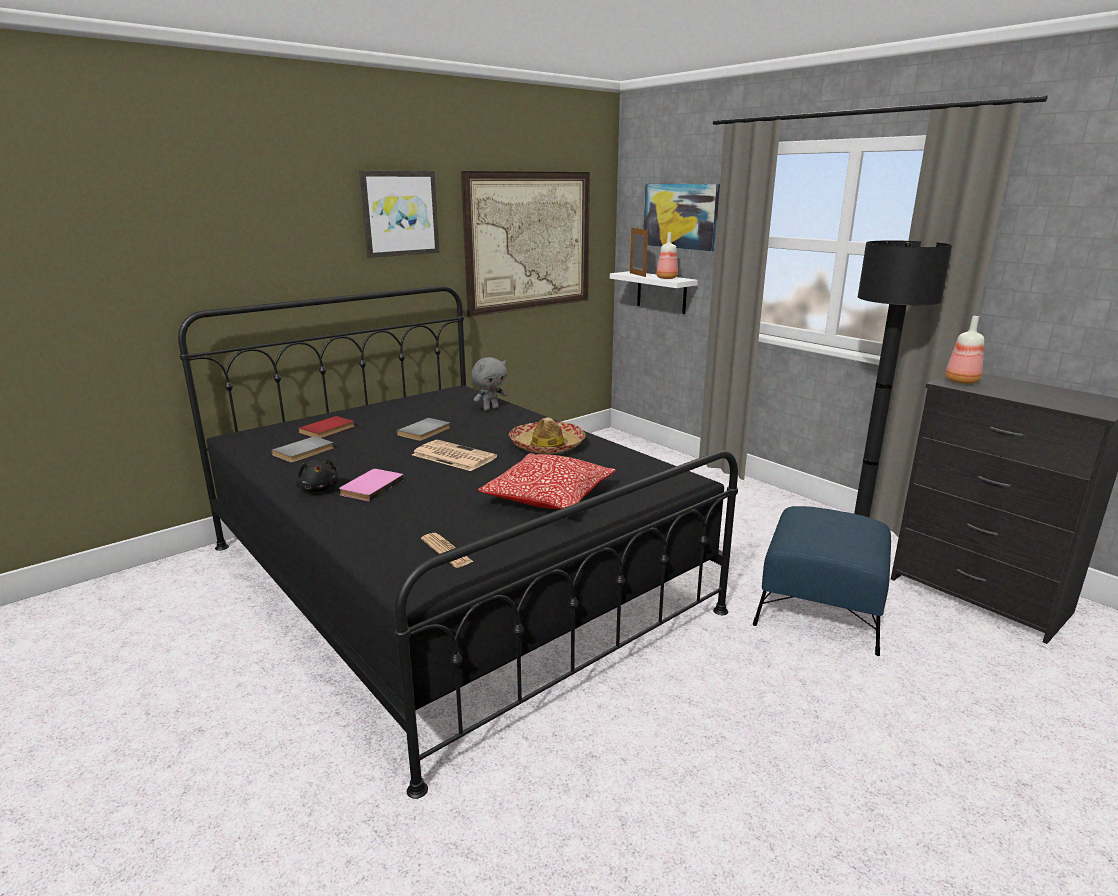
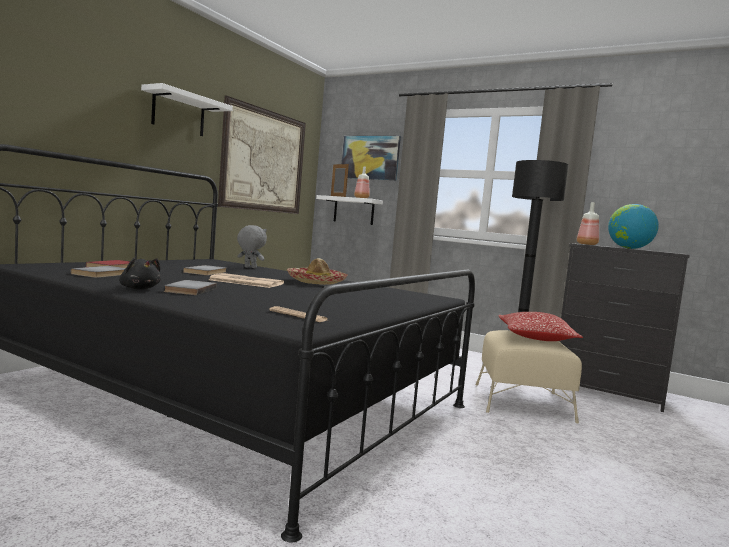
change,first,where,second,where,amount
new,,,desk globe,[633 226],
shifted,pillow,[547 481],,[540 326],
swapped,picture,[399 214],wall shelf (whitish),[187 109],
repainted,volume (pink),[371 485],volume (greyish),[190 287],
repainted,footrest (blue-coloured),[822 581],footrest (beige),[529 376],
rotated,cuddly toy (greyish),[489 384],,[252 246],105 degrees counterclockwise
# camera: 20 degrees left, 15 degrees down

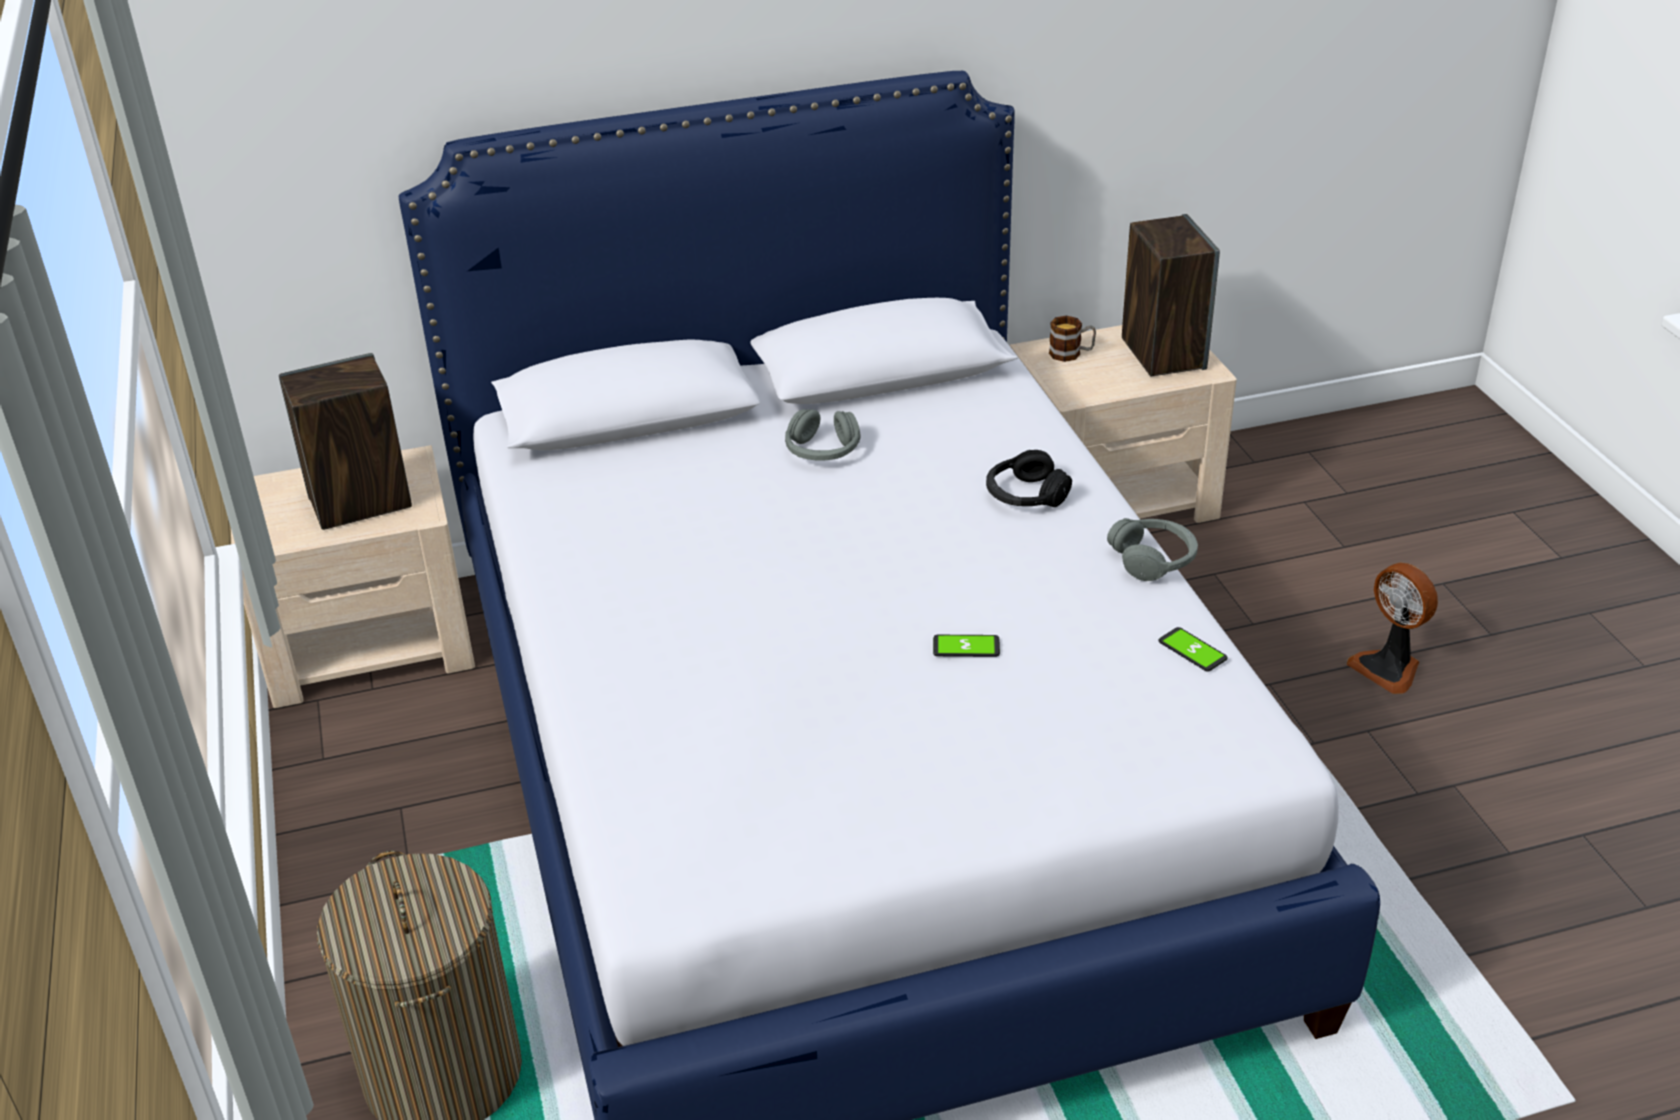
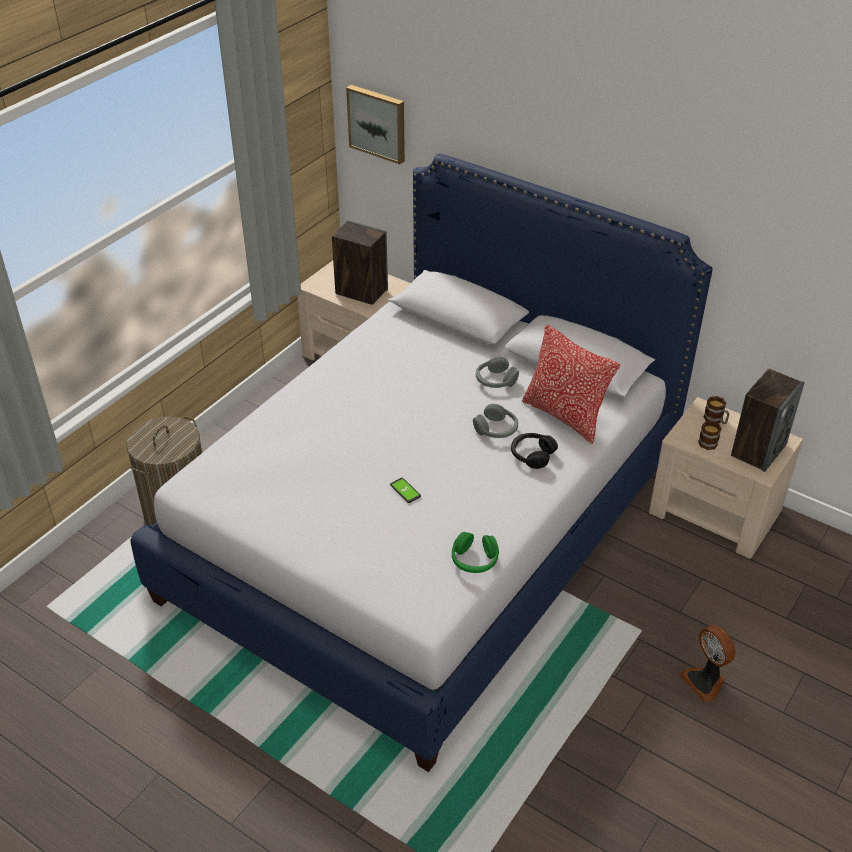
change,first,where,second,where,amount
new,,,picture,[375 124],
new,,,pillow,[571 384],
new,,,tea mug,[709 434],
shifted,headphones (greyish),[1152 549],,[495 421],
swapped,handset,[1193 649],headphones (greenish),[475 552],
rotated,cooling fan,[1392 628],,[707 663],45 degrees counterclockwise
# camera: 50 degrees right, 5 degrees up

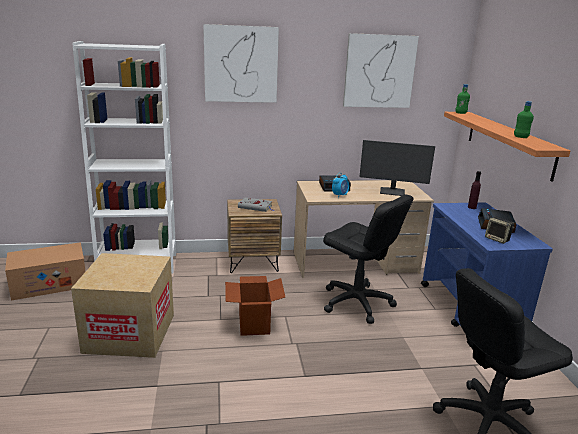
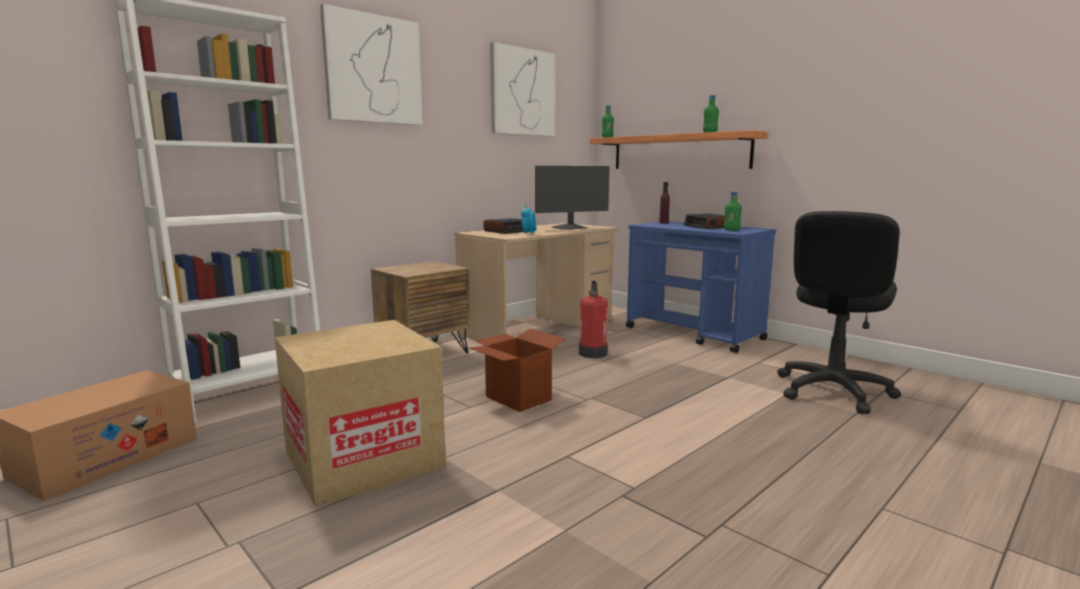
change,first,where,second,where,amount
gone,volume (greyish),[256 204],,,
swapped,desk chair (black),[368 259],fire-fighting cylinder,[593 319],
swapped,speaker,[499 230],beverage bottle (greenish),[733 211],
# camera: 35 degrees left, 10 degrees down

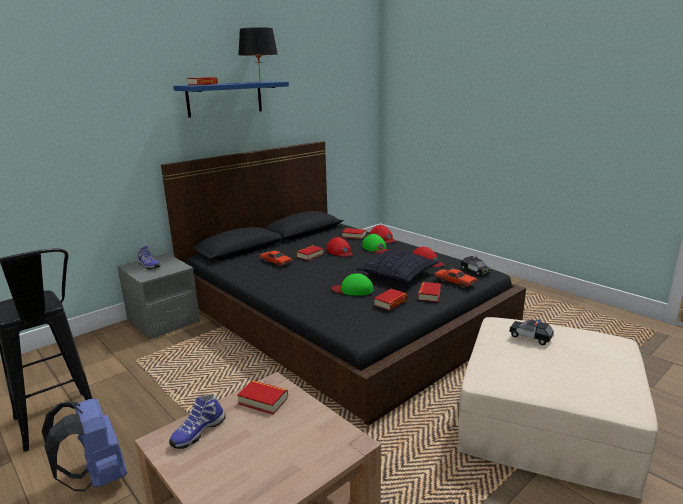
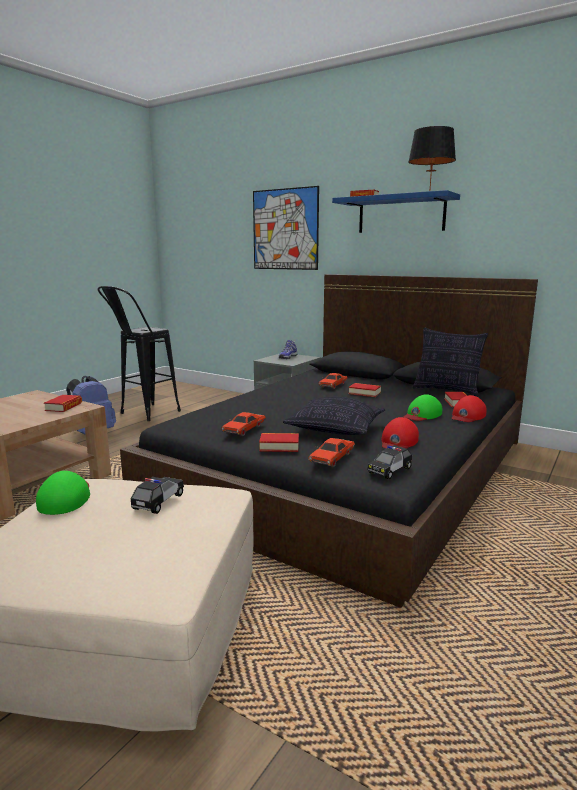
change,first,where,second,where,amount
gone,shoe,[197 421],,,
gone,cap (red-coloured),[340 247],,,
new,,,picture,[286 228],
new,,,pillow,[450 362],
shifted,cap (greenish),[352 284],,[63 493],
swapped,volume,[391 300],miniature car (red-coloured),[243 424],
# camera: 75 degrees right, 5 degrees down

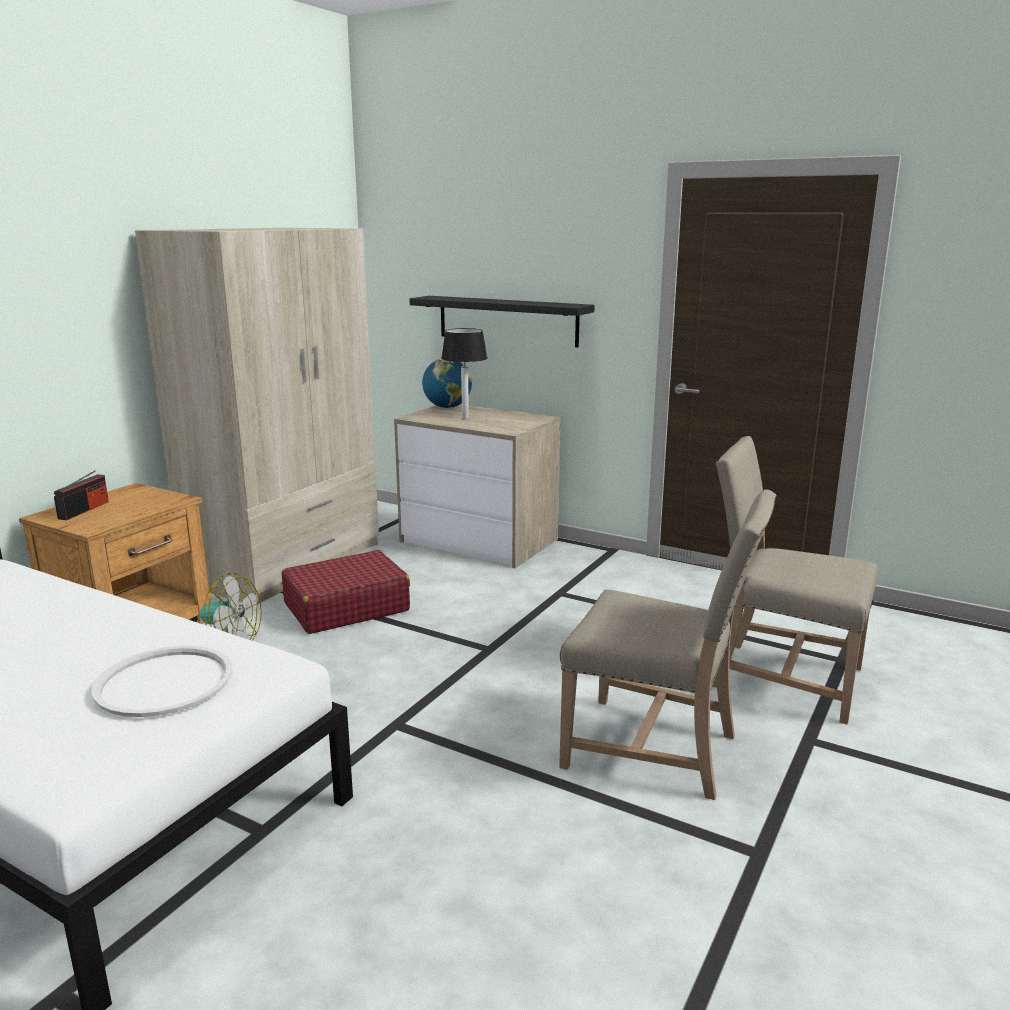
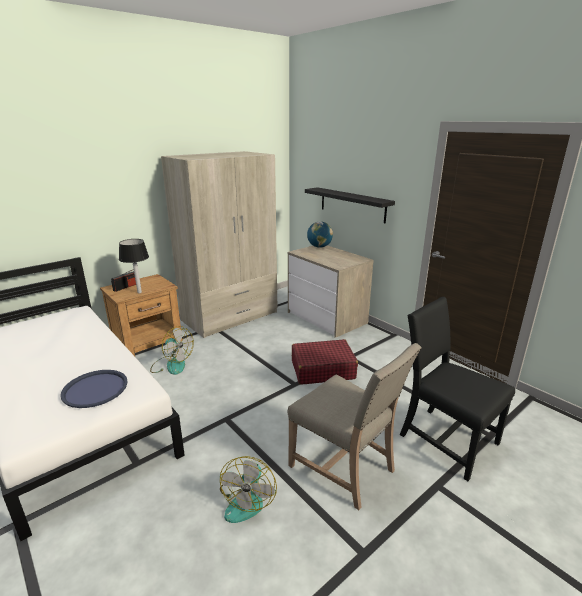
change,first,where,second,where,amount
new,,,cooling fan,[248 489],
shifted,suitcase (red-coloured),[346 592],,[325 362],
shifted,tabletop lamp,[464 373],,[134 266],
repainted,serving tray (whitish),[161 681],serving tray (blue-coloured),[94 389],
repainted,upright chair (beige),[795 580],upright chair (black),[457 389],
# camera: 20 degrees right, 5 degrees up

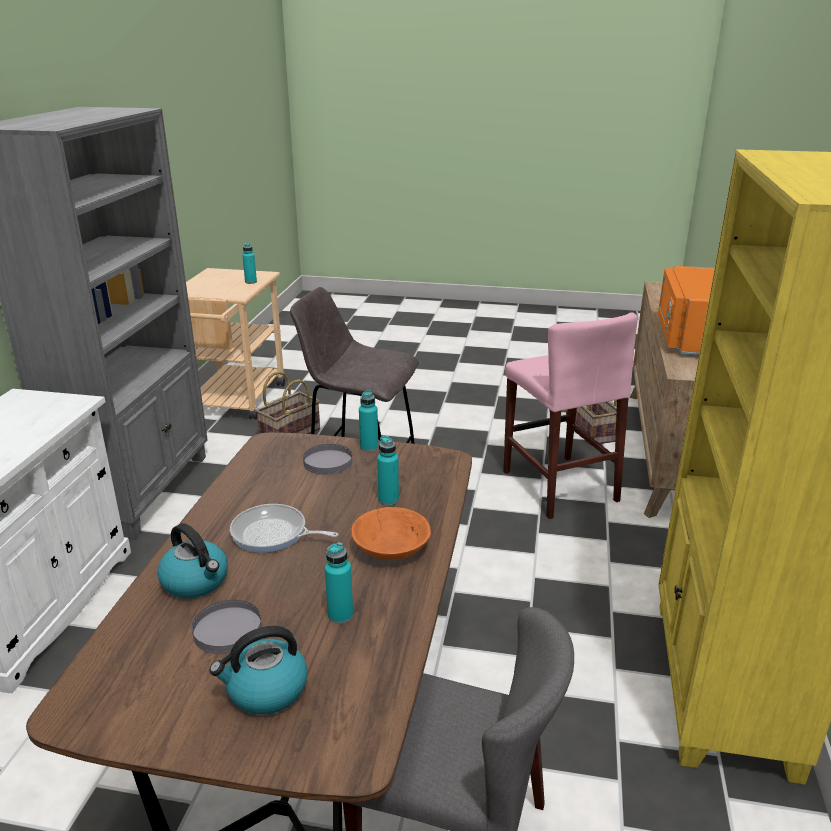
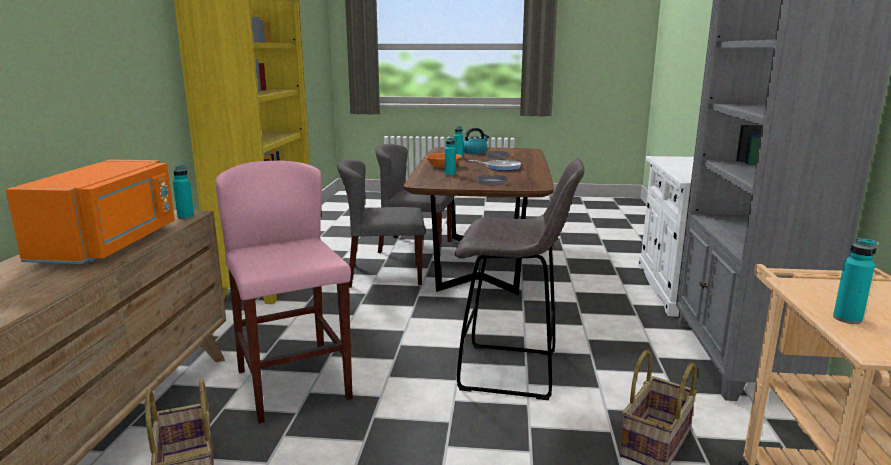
change,first,where,second,where,amount
gone,tea kettle,[192 560],,,
new,,,upright chair (greyish),[381 224],
shifted,beverage bottle (turquoise-coloured),[368 421],,[183 192],
# camera: 175 degrees right, 10 degrees down

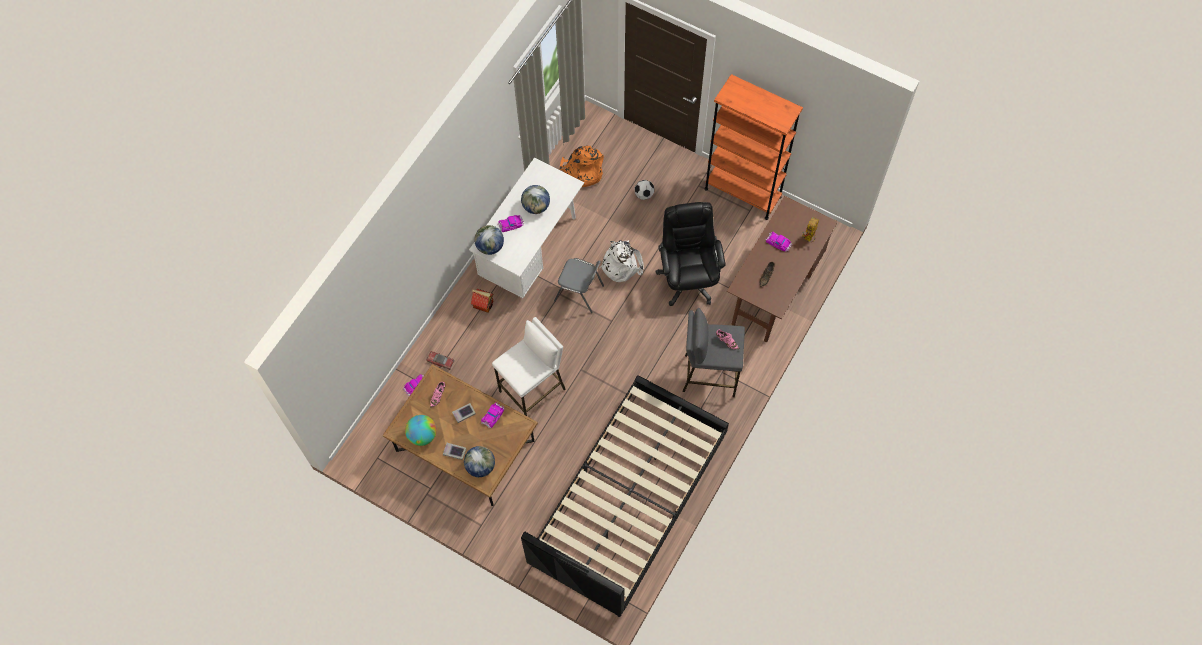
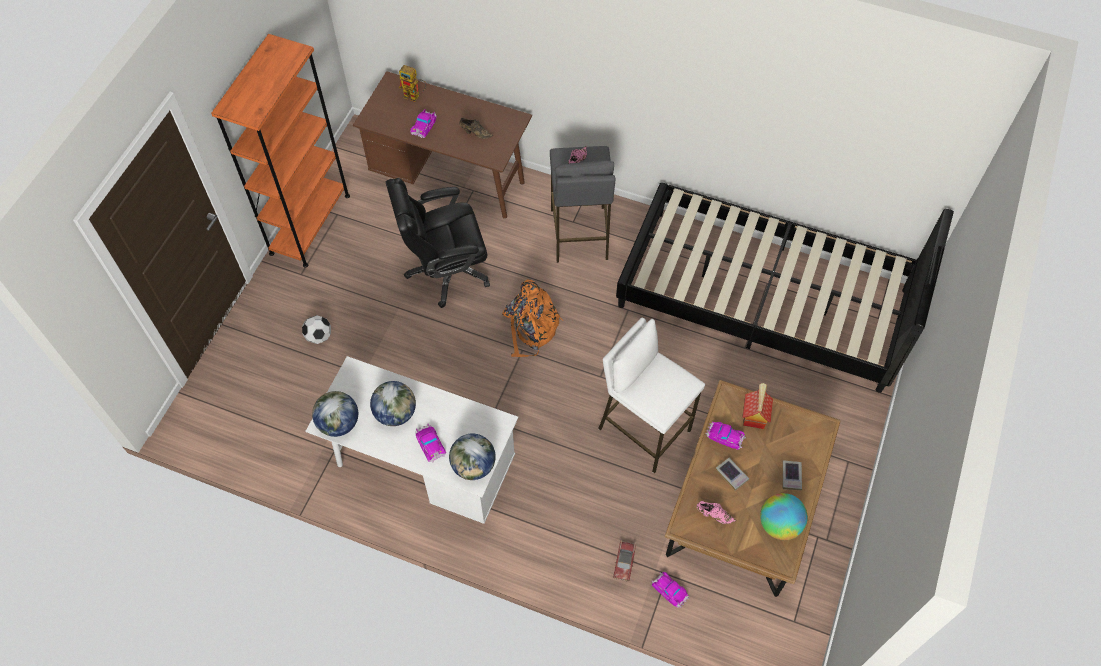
change,first,where,second,where,amount
gone,upright chair (greyish),[579 285],,,
gone,knapsack (whitish),[621 261],,,
shifted,desk globe,[479 461],,[335 414],
shifted,model house,[482 301],,[757 406],
shifted,knapsack (orange),[582 166],,[532 318],
# camera: 100 degrees left, 5 degrees down

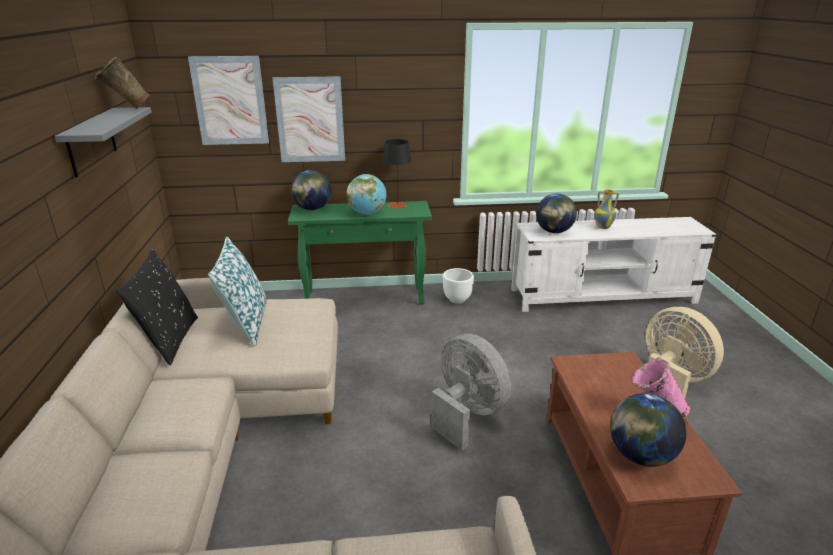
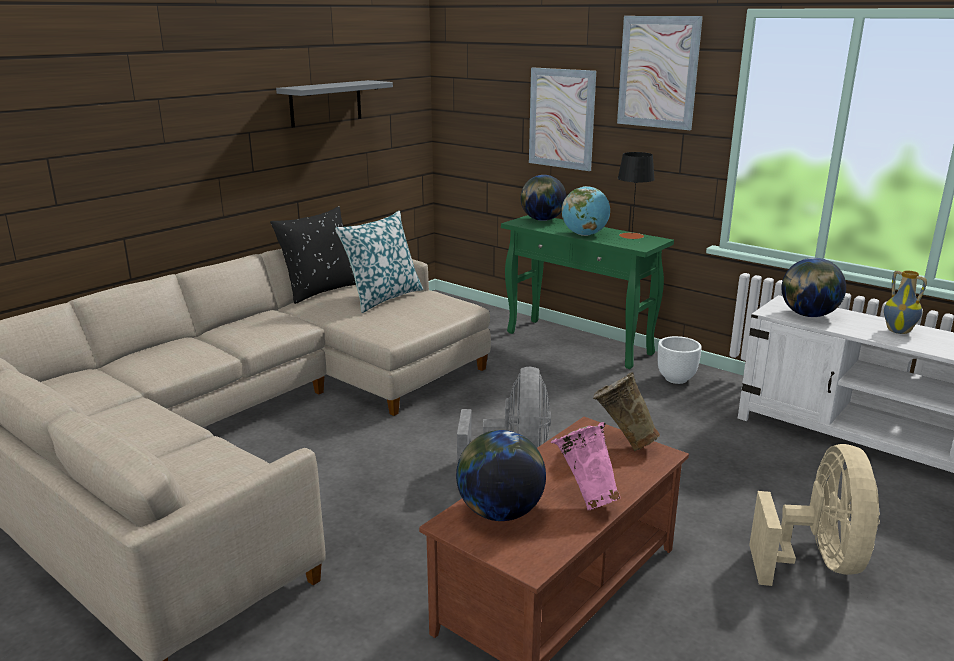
change,first,where,second,where,amount
shifted,vase (beige),[123 83],,[626 411],
shifted,picture,[228 100],,[660 73],
# camera: 45 degrees right, 5 degrees down

